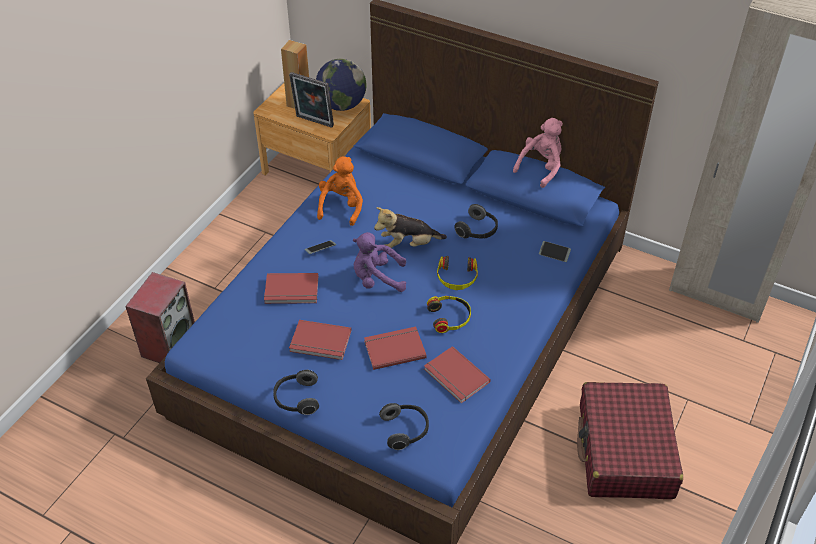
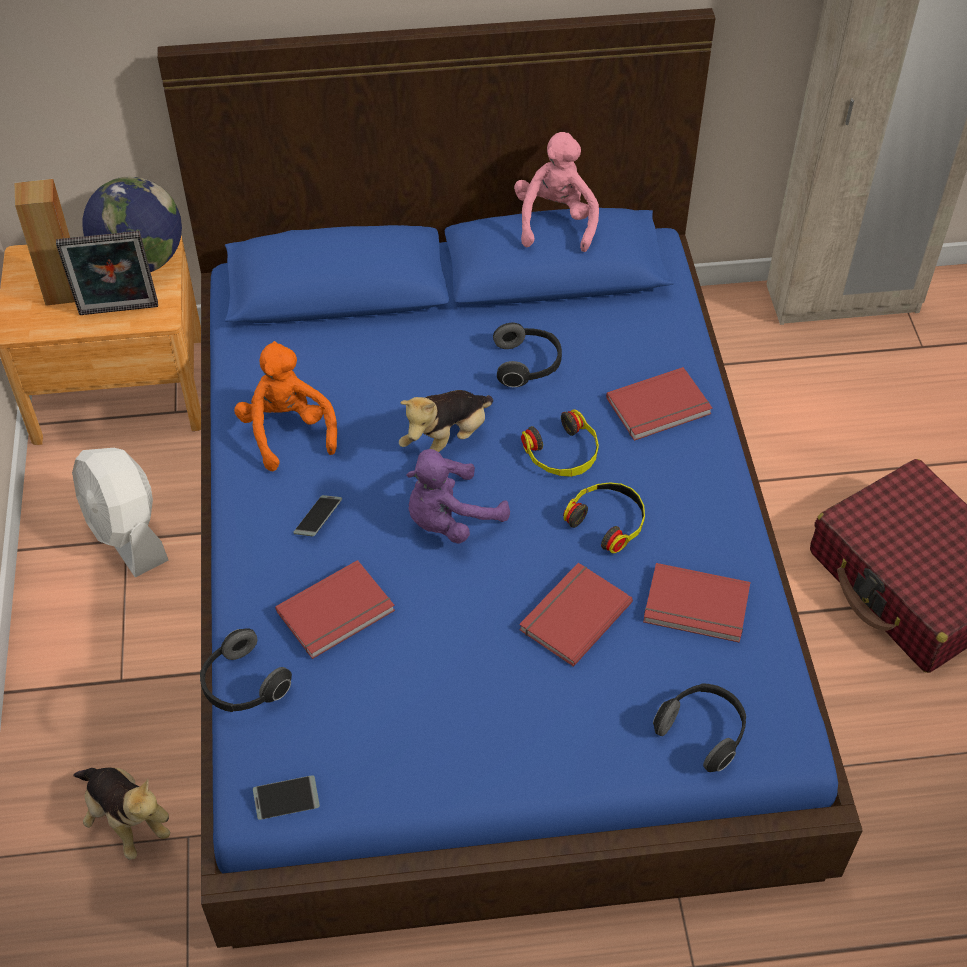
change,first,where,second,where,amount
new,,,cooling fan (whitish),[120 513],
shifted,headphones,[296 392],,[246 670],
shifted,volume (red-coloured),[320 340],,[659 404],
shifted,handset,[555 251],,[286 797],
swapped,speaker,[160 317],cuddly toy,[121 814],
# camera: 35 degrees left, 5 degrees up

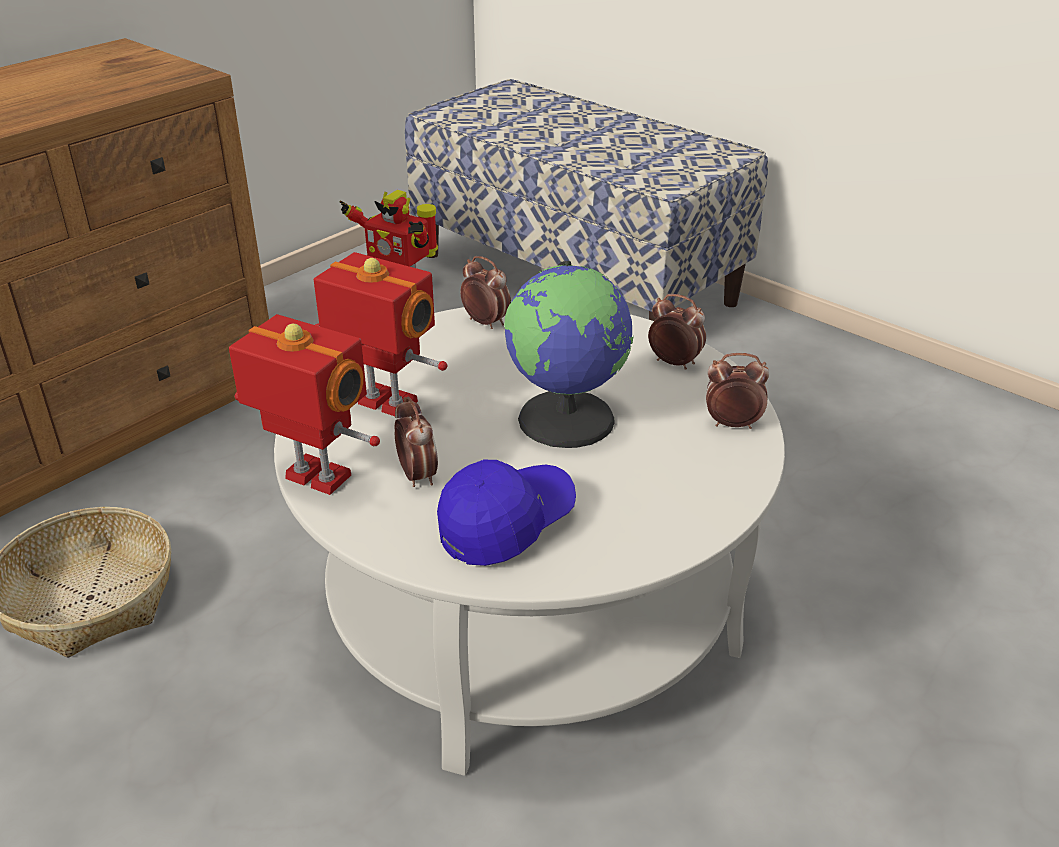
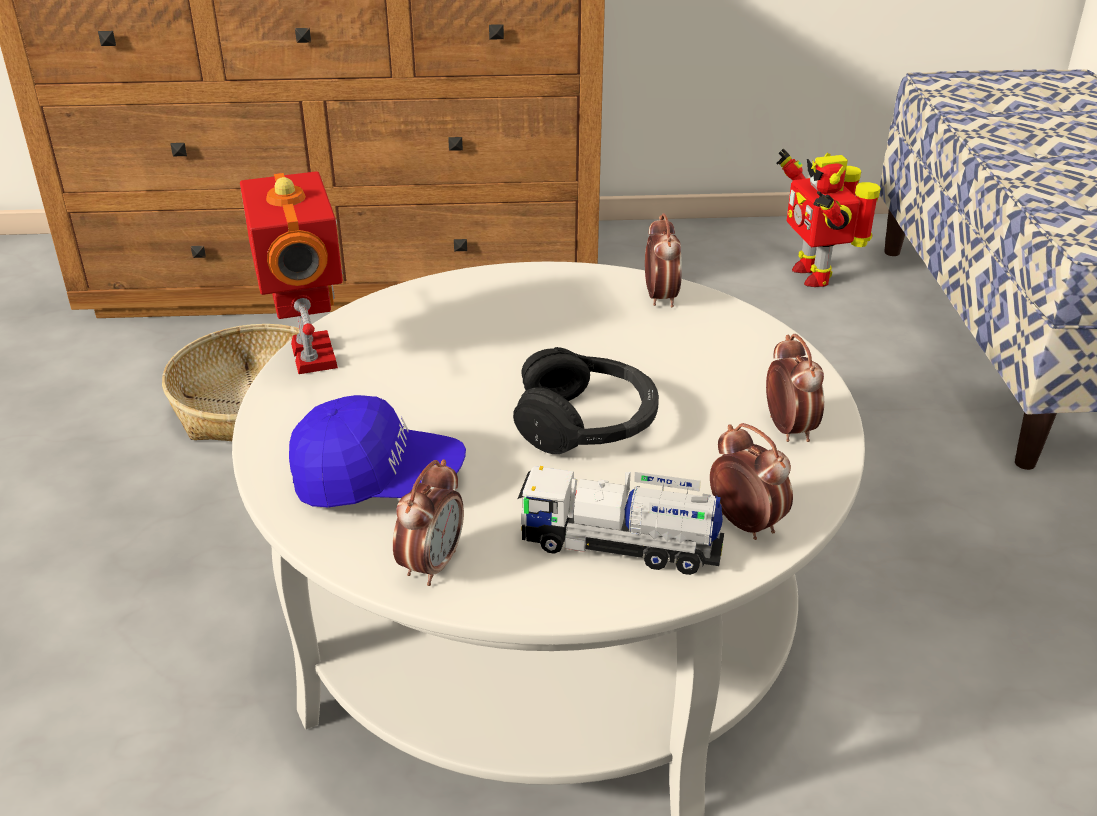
change,first,where,second,where,amount
gone,robot figure,[380 334],,,
new,,,model truck,[621 520],
shifted,bedside clock,[416 442],,[428 522],
swapped,desk globe,[569 354],headphones (black),[586 400],
# camera: 45 degrees right, 0 degrees up

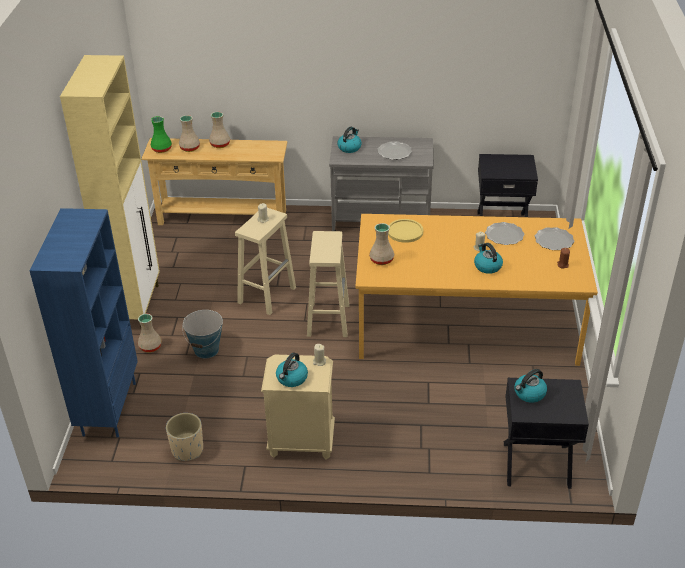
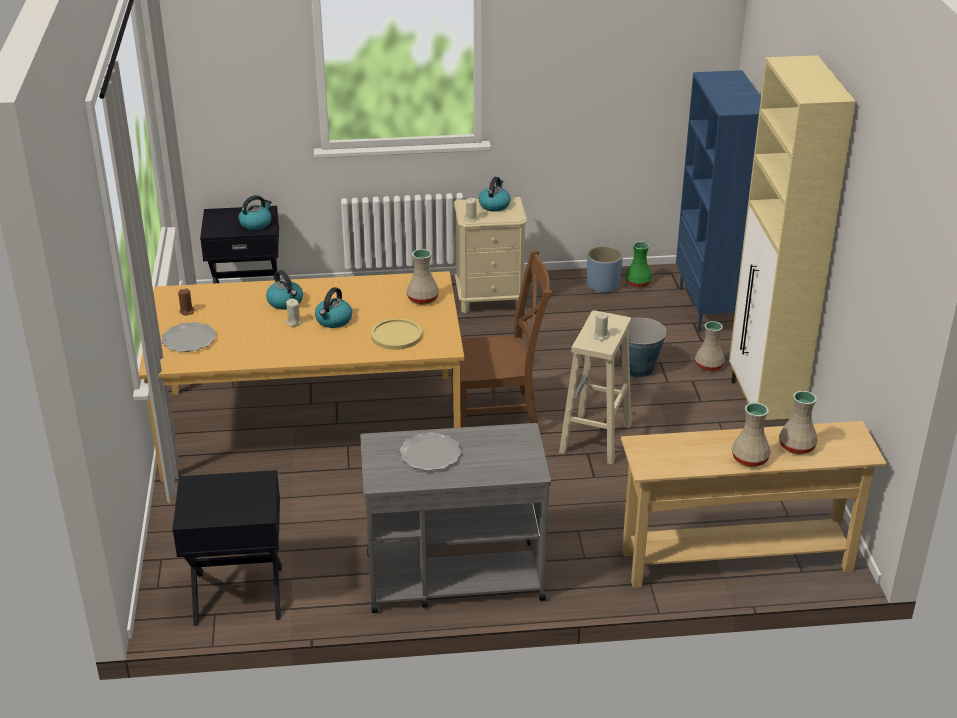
change,first,where,second,where,amount
gone,plate,[505 233],,,
shifted,vase (greenish),[161 134],,[638 264],
shifted,tea kettle,[349 140],,[333 307],
swapped,stool seat (beige),[328 284],upright chair (brownish),[501 338],
repainted,plant pot (beige),[184 437],plant pot (blue-coloured),[605 269],
# camera: 170 degrees right, 5 degrees down

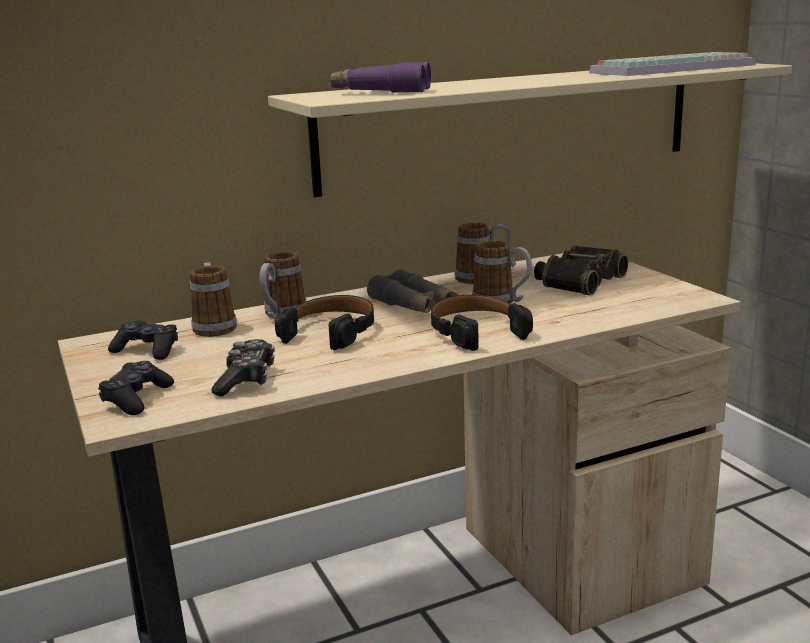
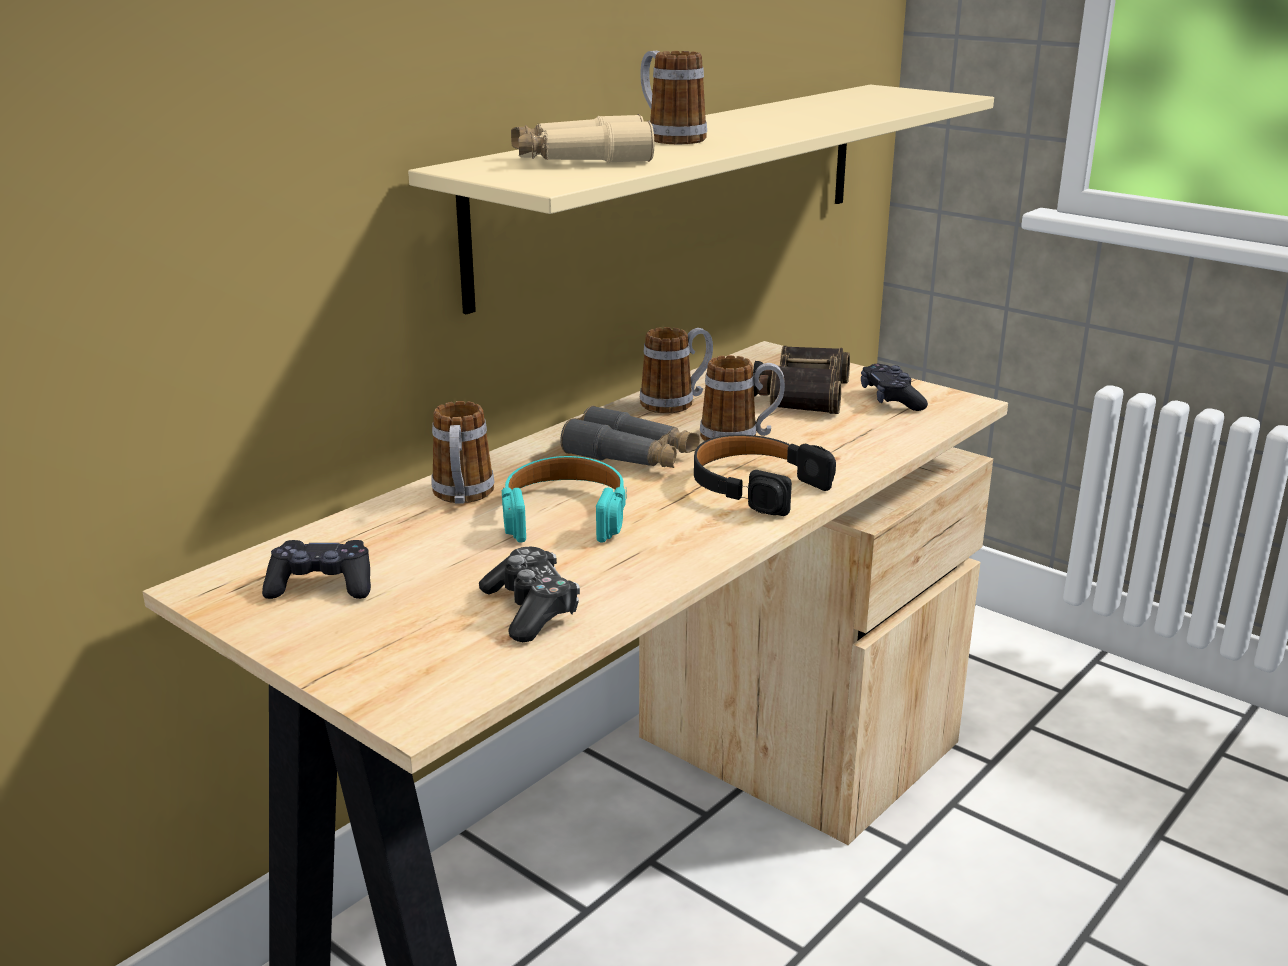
change,first,where,second,where,amount
gone,keyboard,[672 64],,,
shifted,gamepad (black),[136 388],,[894 387],
shifted,tea mug,[213 299],,[673 97],
repainted,headphones (black),[324 322],headphones (turquoise-coloured),[564 499],
repainted,pair of binoculars (purplish),[380 77],pair of binoculars (beige),[582 138],
# camera: 25 degrees left, 5 degrees up

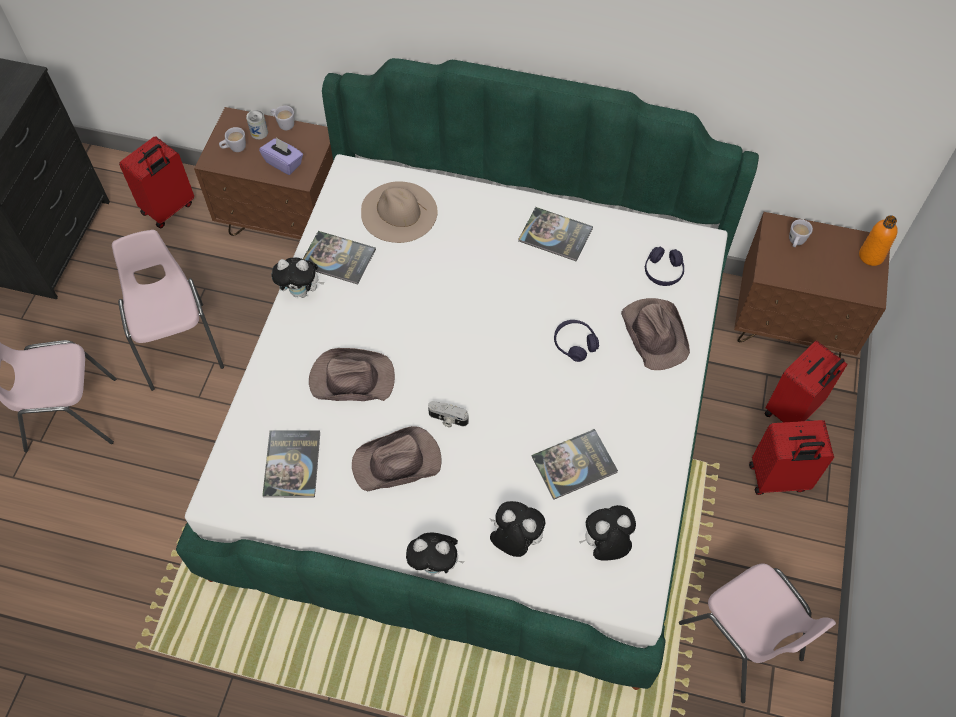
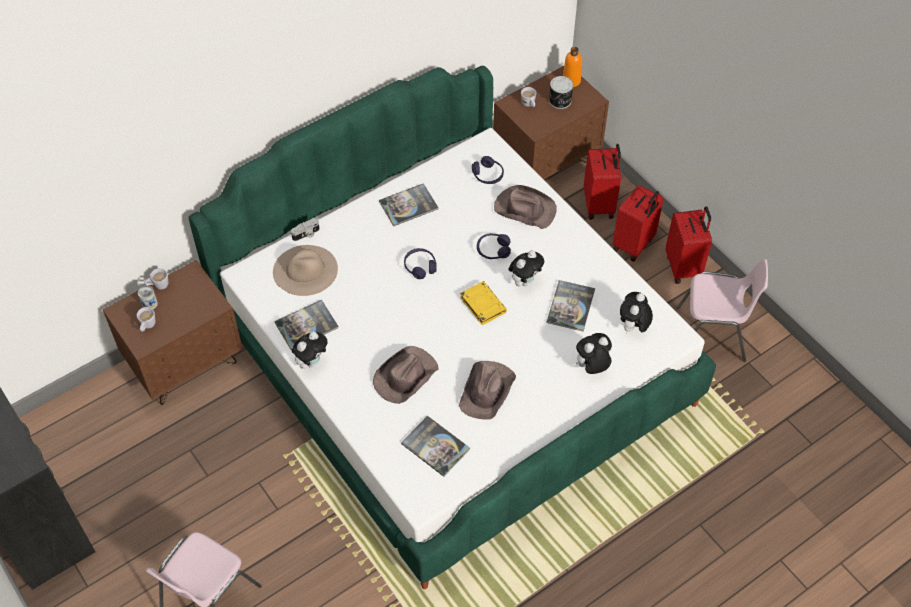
change,first,where,second,where,amount
gone,upright chair (pink),[168 310],,,
gone,tissue box (purplish),[281 156],,,
new,,,headphones (purplish),[420 263],
new,,,volume (yellowish),[483 303],
new,,,sealed can,[561 92],
shifted,suitcase (red-coloured),[156 182],,[689 245],
shifted,cuddly toy,[435 553],,[526 268],
shifted,photo camera,[448 414],,[305 229],
# camera: 50 degrees left, 5 degrees down

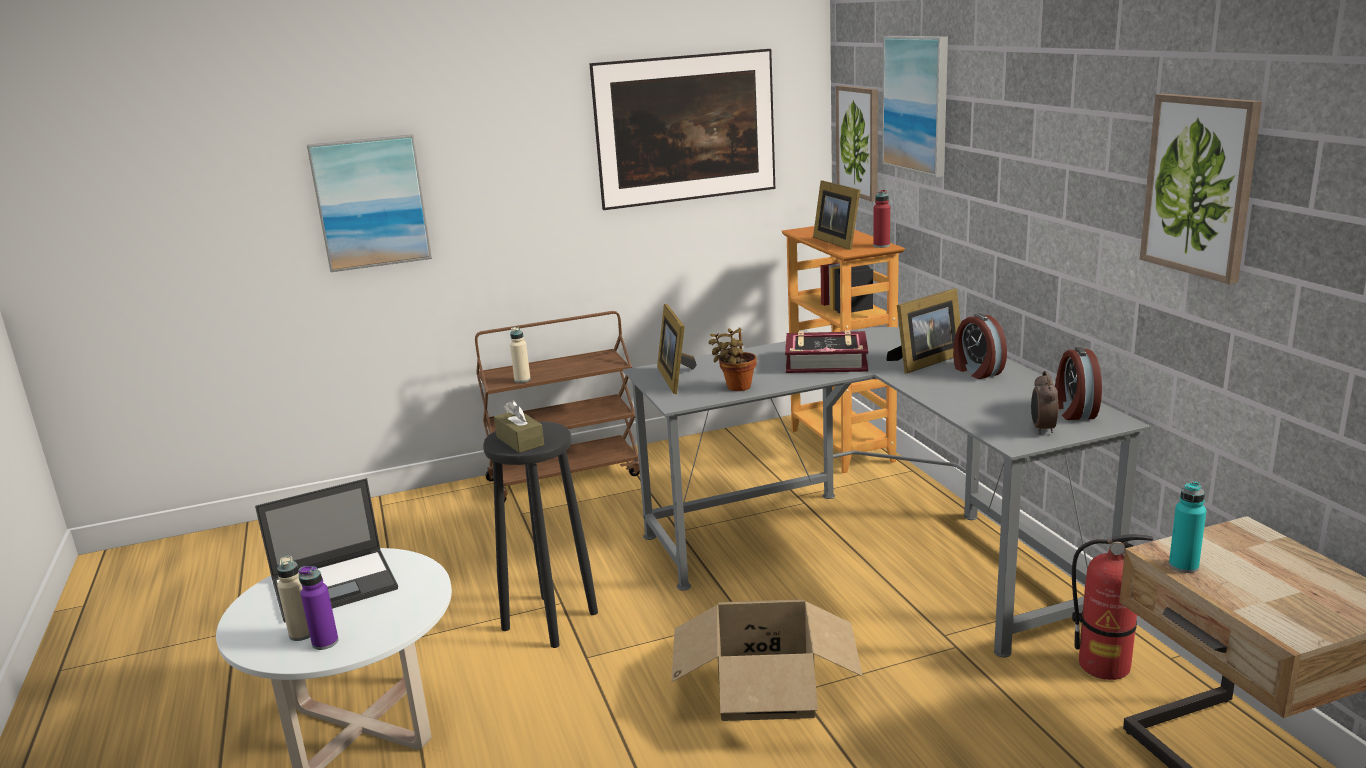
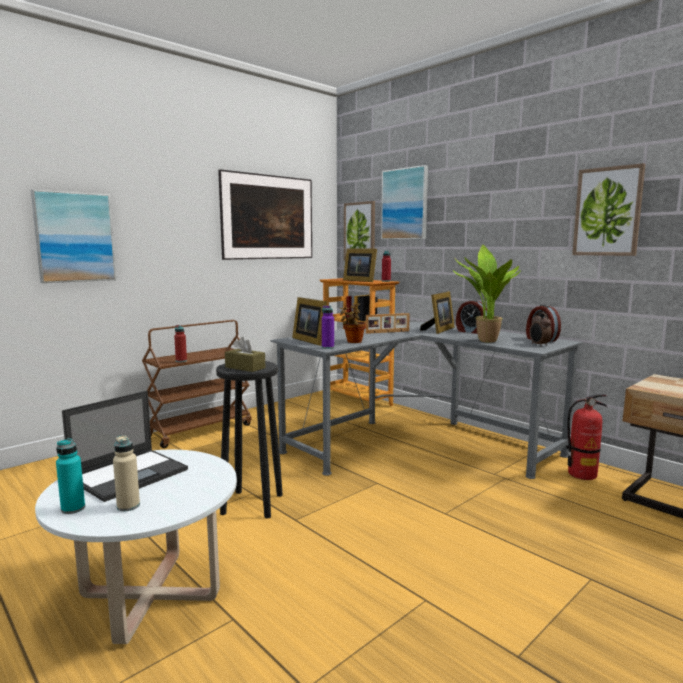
change,first,where,second,where,amount
gone,cardboard box,[767 660],,,
new,,,plant in a pot,[487 294],
shifted,beverage bottle (purplish),[318 608],,[328 327],
shifted,beverage bottle (turquoise-coloured),[1187 527],,[70 476],
swapped,volume,[826 351],picture frame,[388 323],
repainted,beverage bottle (beige),[520 355],beverage bottle (red-coloured),[180 343],
# camera: 25 degrees left, 10 degrees down

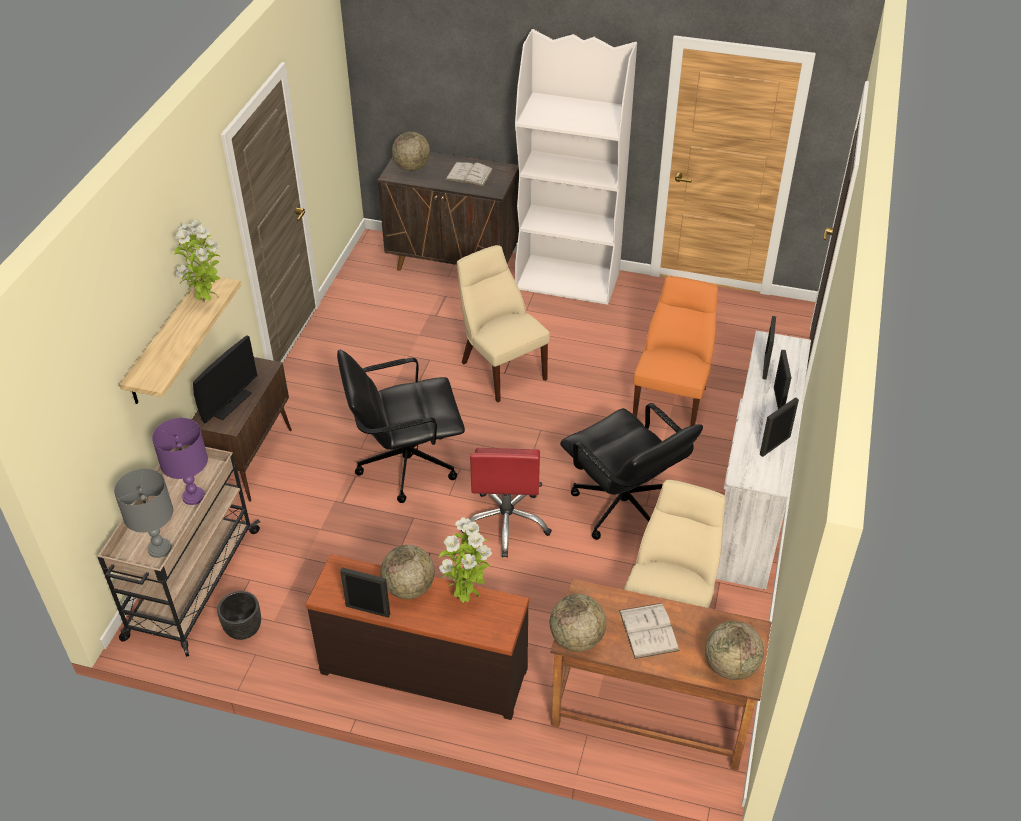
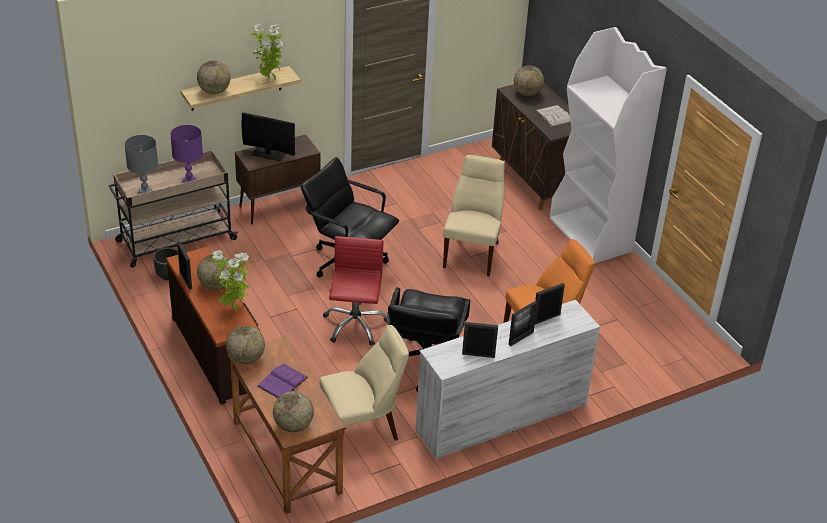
change,first,where,second,where,amount
new,,,desk globe,[214 77],
repainted,volume (whitish),[649 631],volume (purplish),[283 381],
rotated,computer screen,[225 379],,[268 136],150 degrees counterclockwise
rotated,desk chair (red-coloured),[506 503],,[355 291],135 degrees clockwise
# camera: 45 degrees right, 5 degrees down

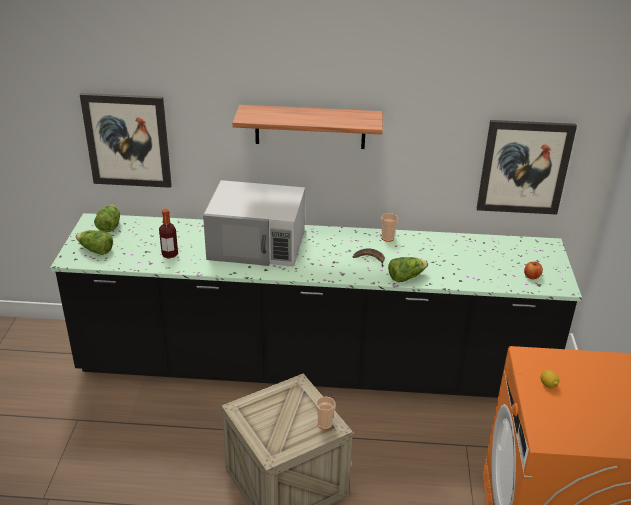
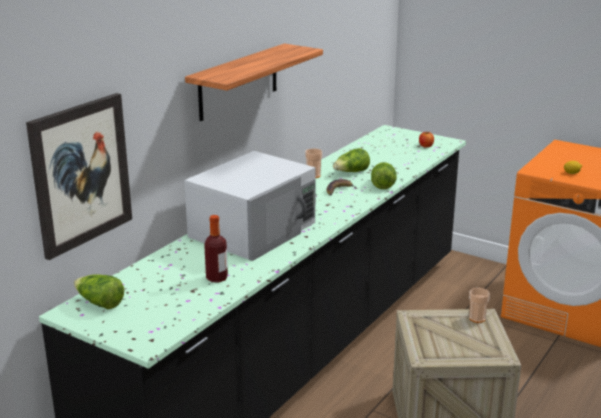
change,first,where,second,where,amount
gone,picture,[527 167],,,
shifted,head of lettuce,[94 242],,[351 160],
# camera: 60 degrees left, 10 degrees down

